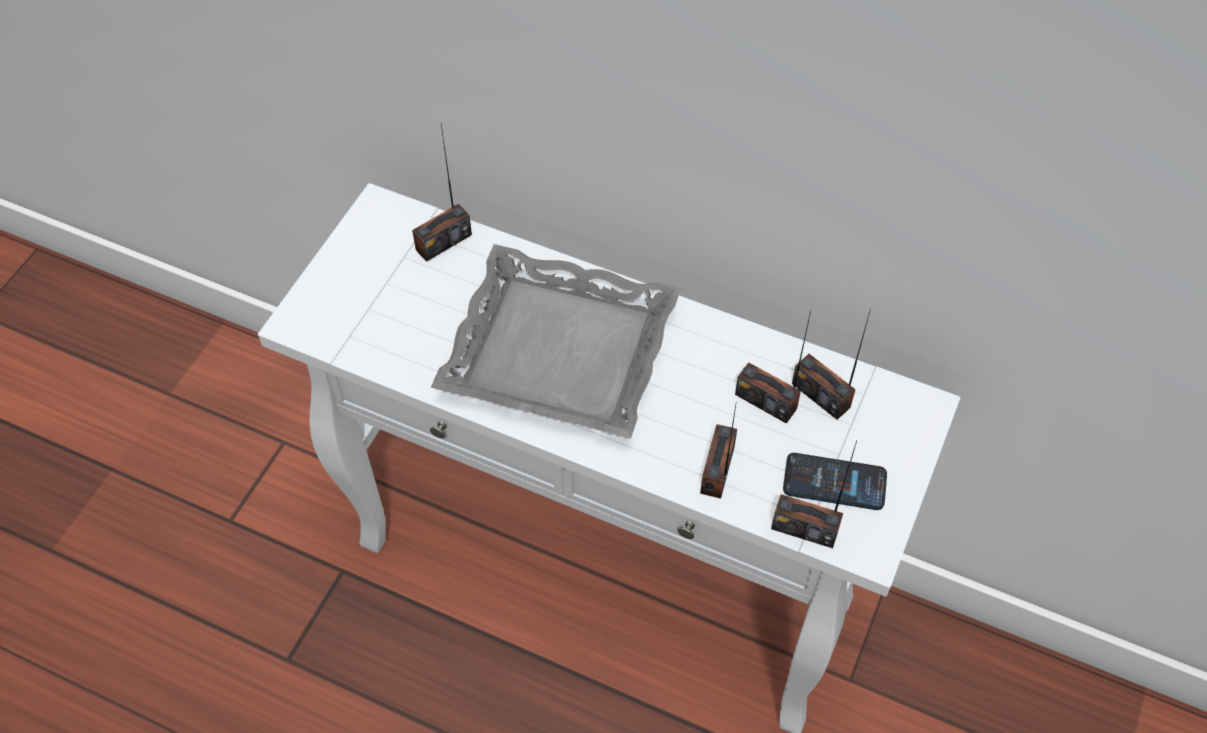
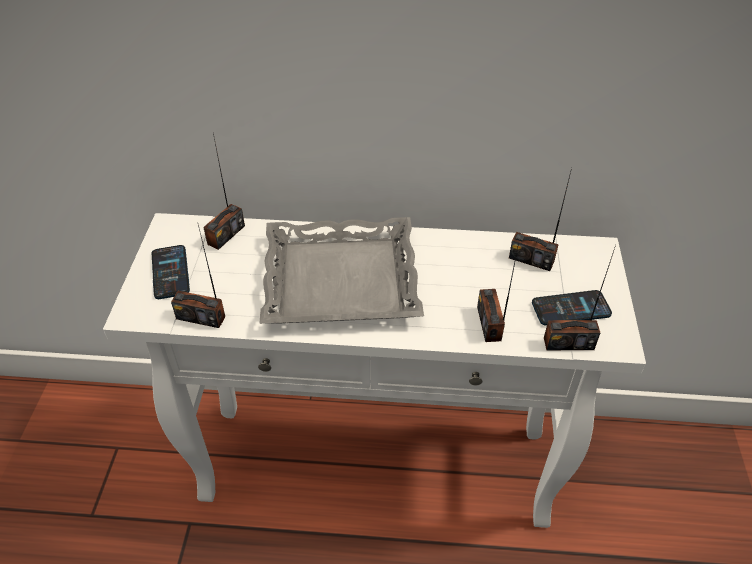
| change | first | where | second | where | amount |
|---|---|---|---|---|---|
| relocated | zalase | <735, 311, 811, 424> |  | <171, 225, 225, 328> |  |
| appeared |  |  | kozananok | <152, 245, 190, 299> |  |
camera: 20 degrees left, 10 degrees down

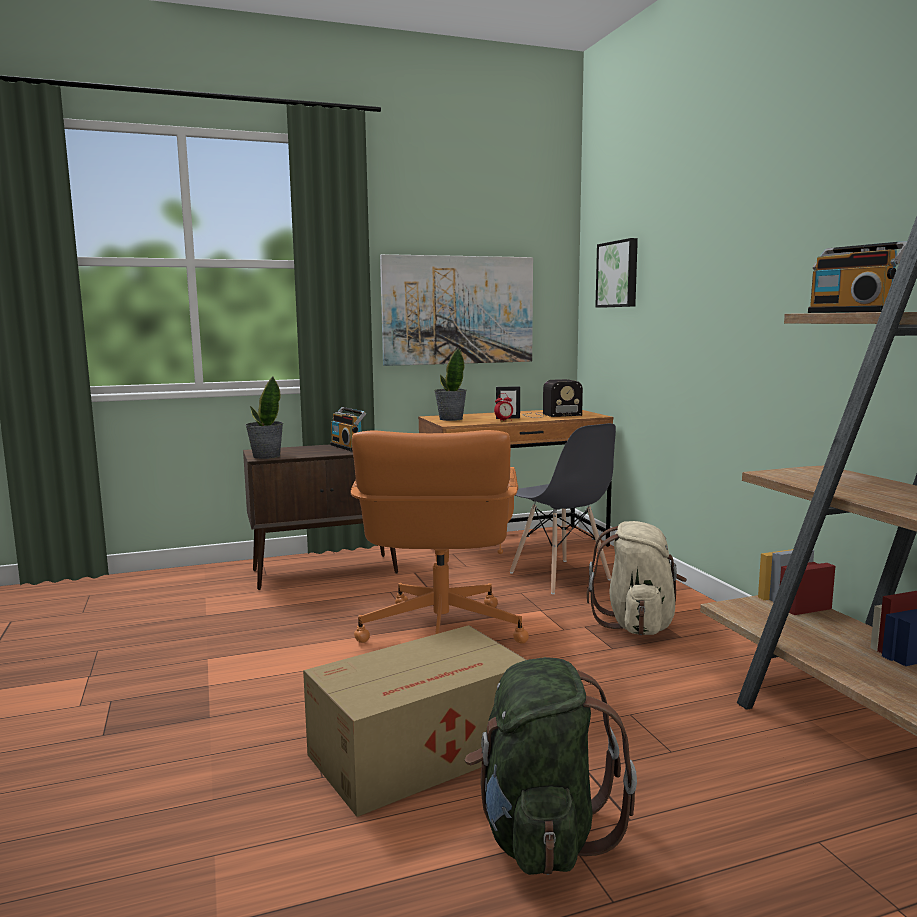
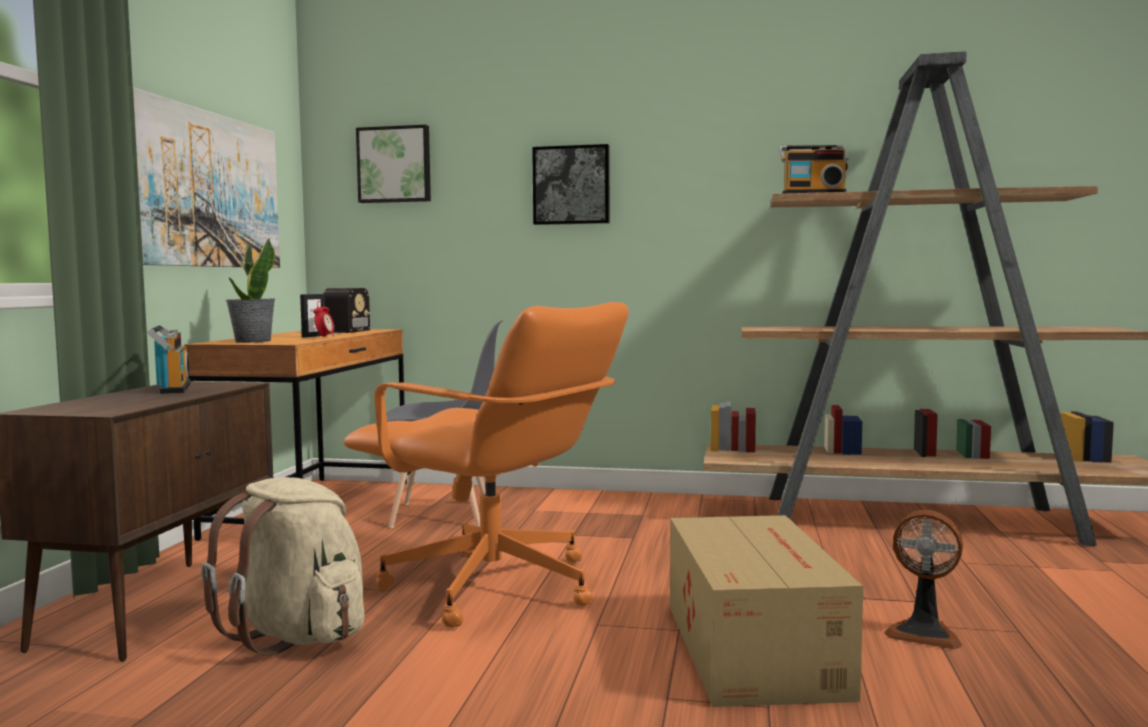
| change | first | where | second | where | amount |
|---|---|---|---|---|---|
| missing | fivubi | <245, 376, 283, 459> |  |  |  |
| spun | zalase | <330, 407, 366, 451> |  | <147, 325, 191, 394> | 105 degrees counterclockwise |
| exchanged | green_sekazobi | <465, 657, 637, 875> | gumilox | <884, 510, 963, 649> |  |
| relocated | beige_sekazobi | <587, 521, 687, 635> |  | <201, 477, 365, 656> |  |
| appeared |  |  | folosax | <532, 144, 610, 225> |  |
camera: 60 degrees left, 5 degrees down

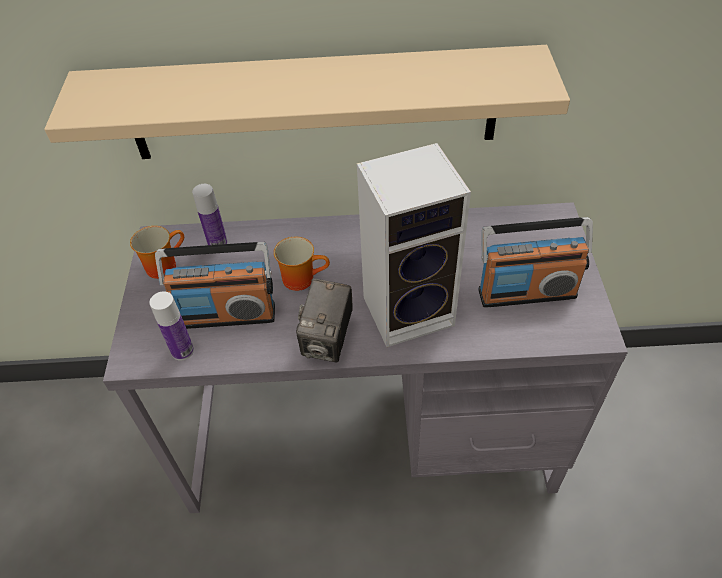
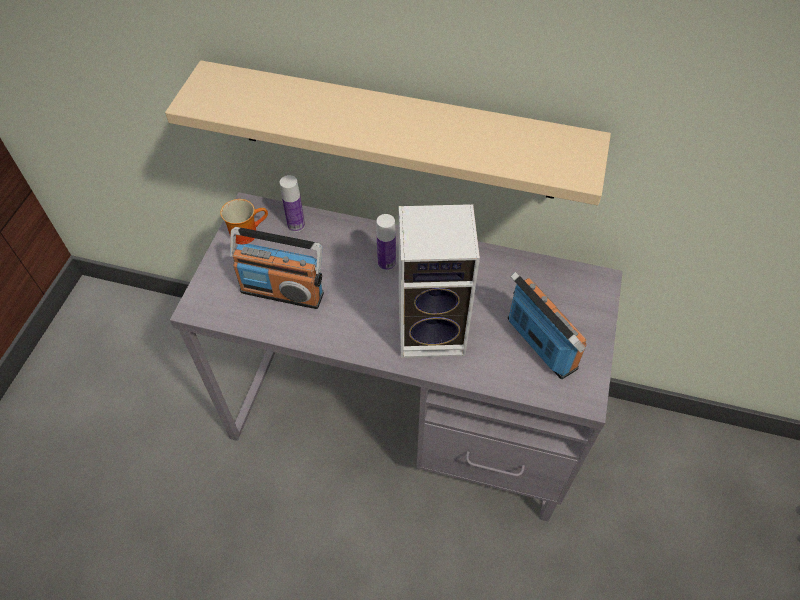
| change | first | where | second | where | amount |
|---|---|---|---|---|---|
| relocated | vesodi | <149, 291, 194, 361> |  | <377, 214, 396, 271> |  |
| missing | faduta | <274, 237, 330, 291> |  |  |  |
| missing | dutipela | <296, 278, 353, 362> |  |  |  |
| spun | zalase | <478, 217, 593, 308> |  | <508, 271, 587, 379> | 135 degrees counterclockwise |
camera: 15 degrees right, 5 degrees up

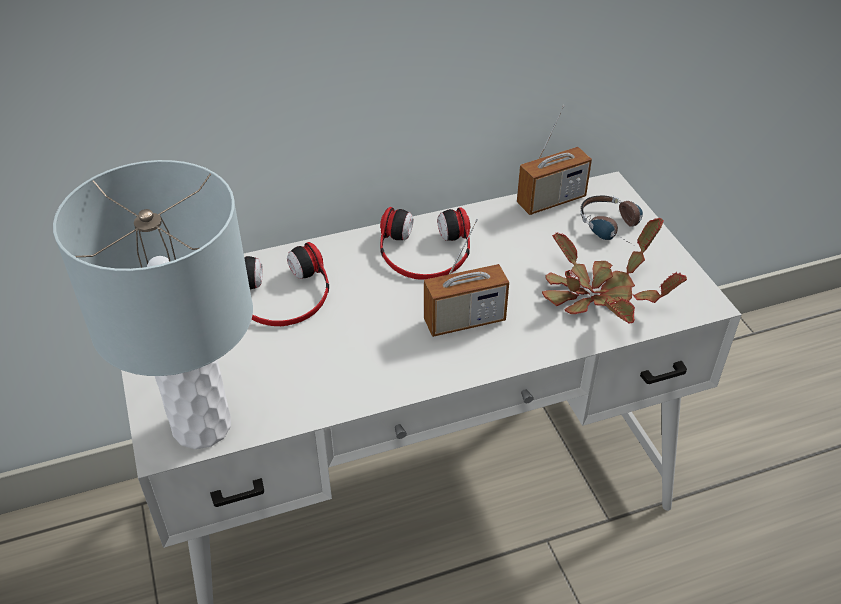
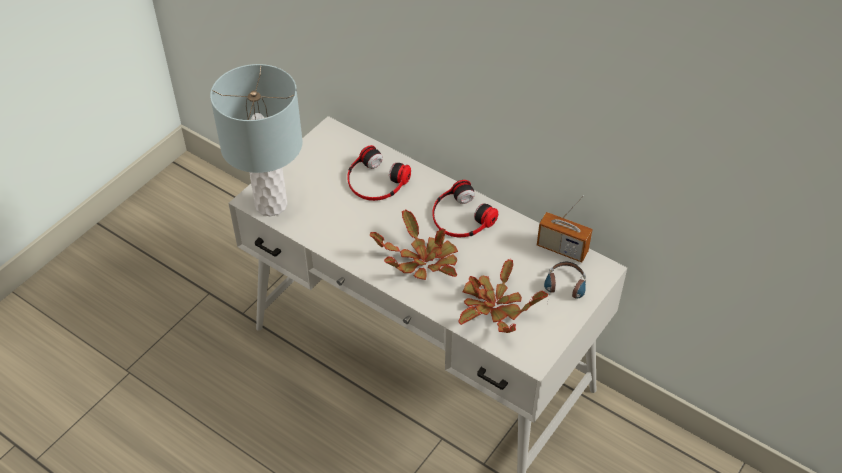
| change | first | where | second | where | amount |
|---|---|---|---|---|---|
| exchanged | zalase | <424, 219, 509, 337> | fivubi | <370, 209, 458, 280> |  |
camera: 55 degrees right, 5 degrees up

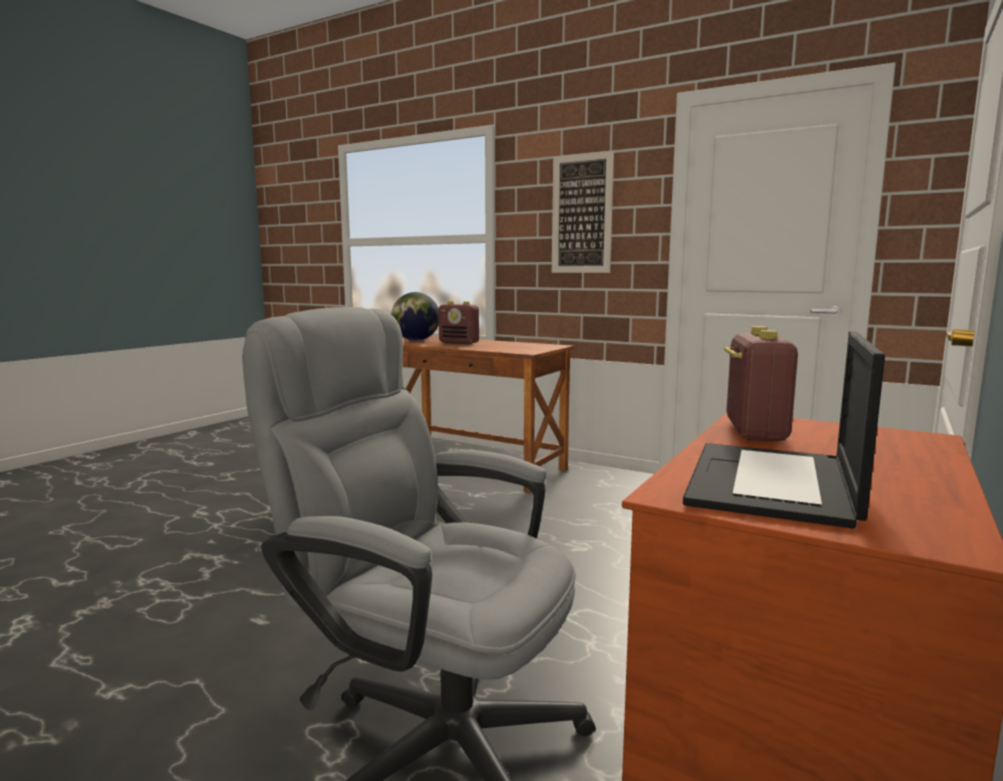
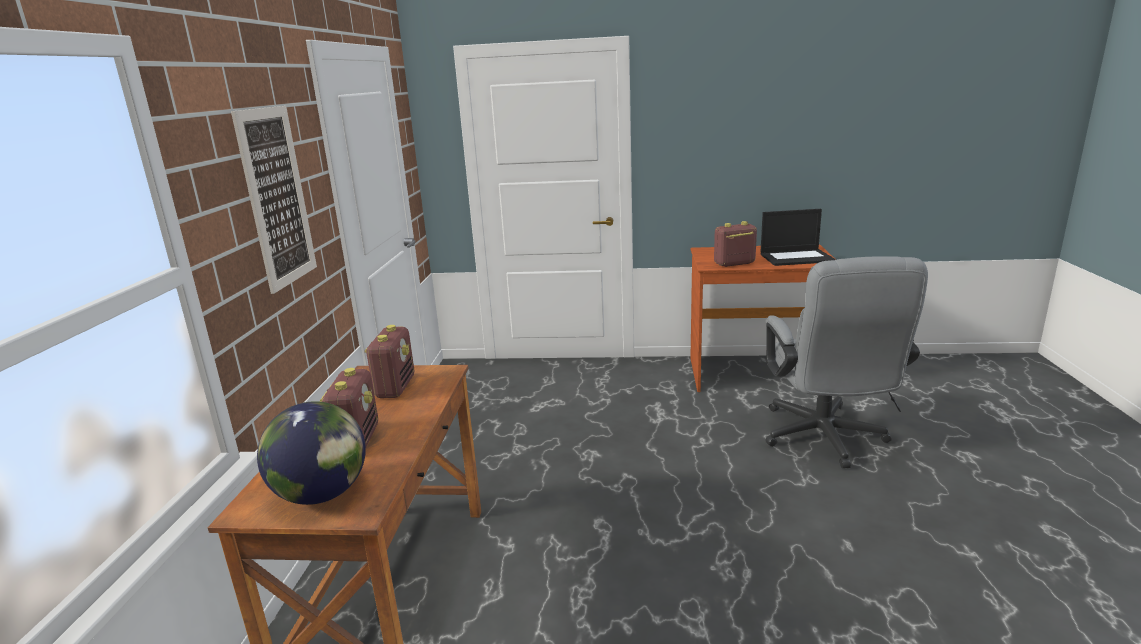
| change | first | where | second | where | amount |
|---|---|---|---|---|---|
| appeared |  |  | zalase | <364, 325, 414, 398> |  |
camera: 115 degrees left, 10 degrees up

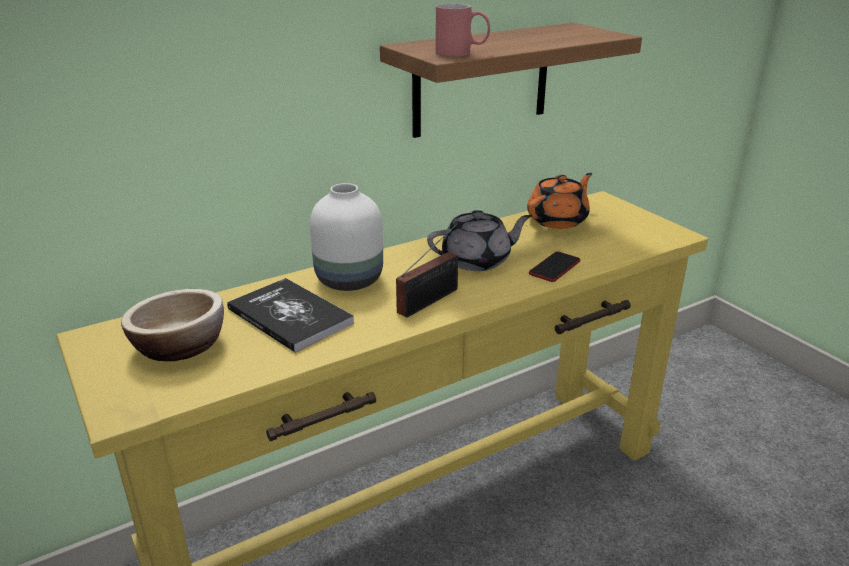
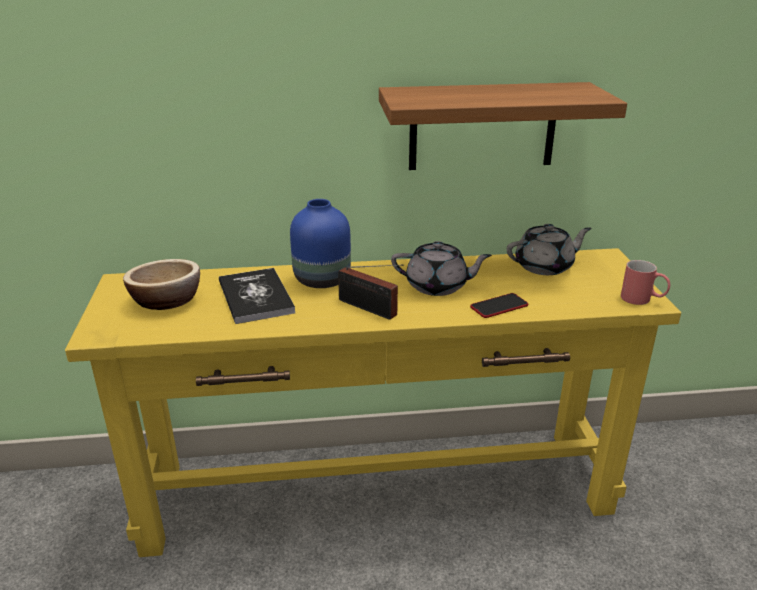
| change | first | where | second | where | amount |
|---|---|---|---|---|---|
| colour | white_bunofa | <310, 183, 383, 291> | blue_bunofa | <290, 199, 351, 288> |  |
| spun | zalase | <396, 223, 459, 318> |  | <338, 264, 403, 320> | 60 degrees clockwise |
| relocated | red_faduta | <435, 4, 490, 57> |  | <621, 260, 670, 305> |  |
| colour | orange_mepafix | <527, 173, 592, 229> | grey_mepafix | <507, 224, 592, 275> |  |
camera: 25 degrees right, 0 degrees up

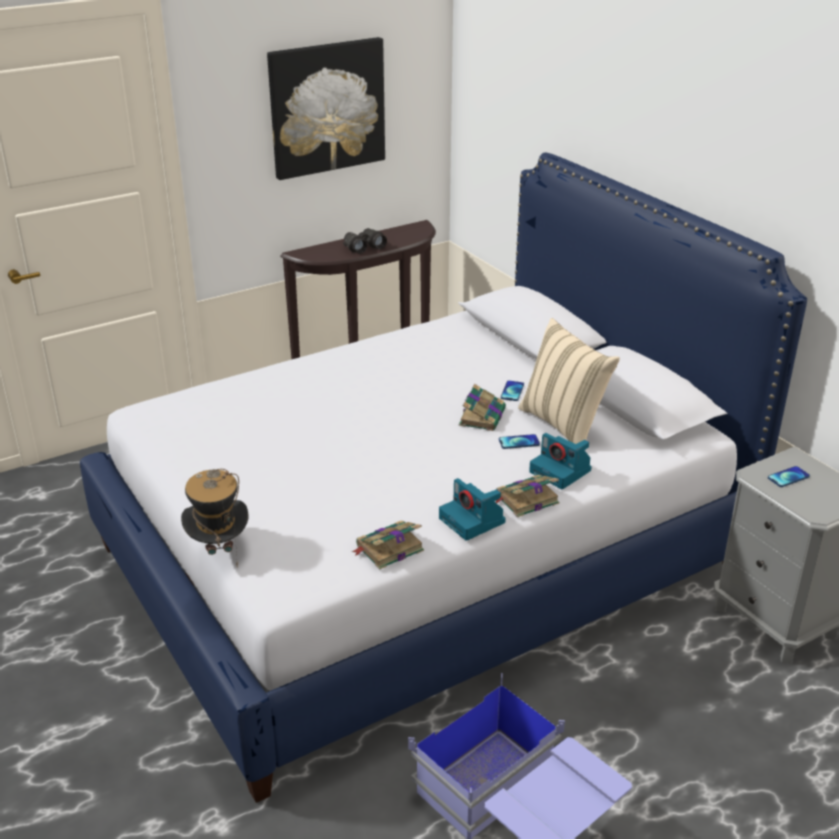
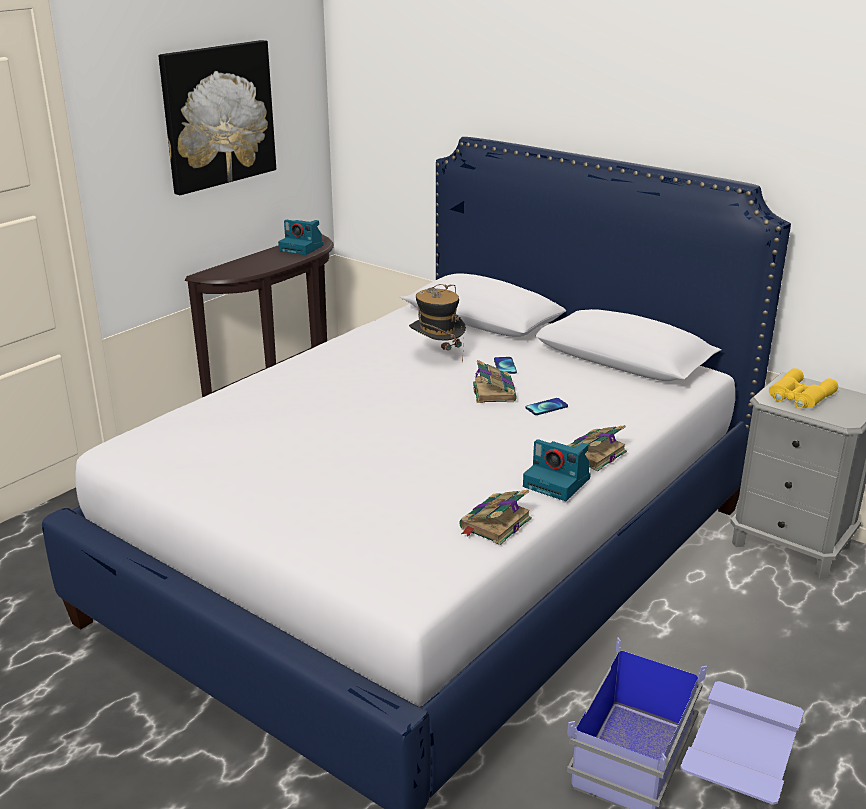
| change | first | where | second | where | amount |
|---|---|---|---|---|---|
| relocated | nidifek | <181, 469, 249, 566> |  | <409, 284, 466, 362> |  |
| missing | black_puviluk | <343, 228, 387, 254> |  |  |  |
| missing | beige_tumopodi | <518, 318, 620, 444> |  |  |  |
| relocated | dutipela | <529, 433, 592, 489> |  | <278, 220, 324, 255> |  |
| exchanged | kozananok | <768, 466, 810, 487> | yellow_puviluk | <769, 368, 838, 409> |  |
camera: 20 degrees left, 5 degrees down

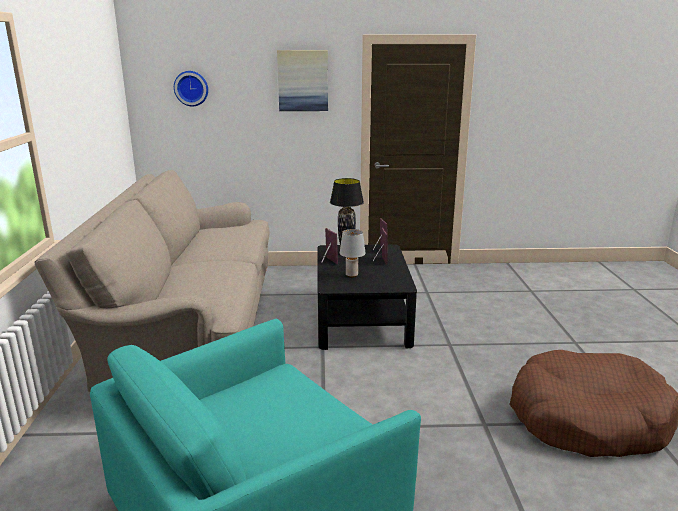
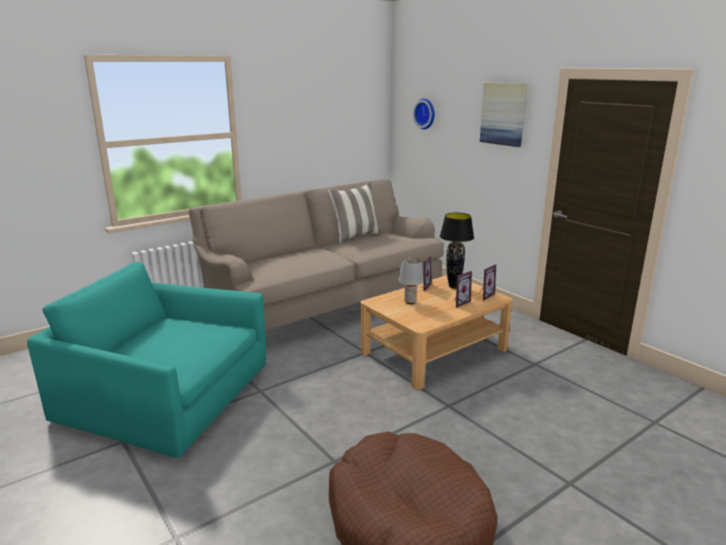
| change | first | where | second | where | amount |
|---|---|---|---|---|---|
| colour | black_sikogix | <318, 244, 417, 350> | beige_sikogix | <361, 275, 513, 389> |  |
| appeared |  |  | tumopodi | <328, 182, 381, 243> |  |
camera: 55 degrees right, 0 degrees up

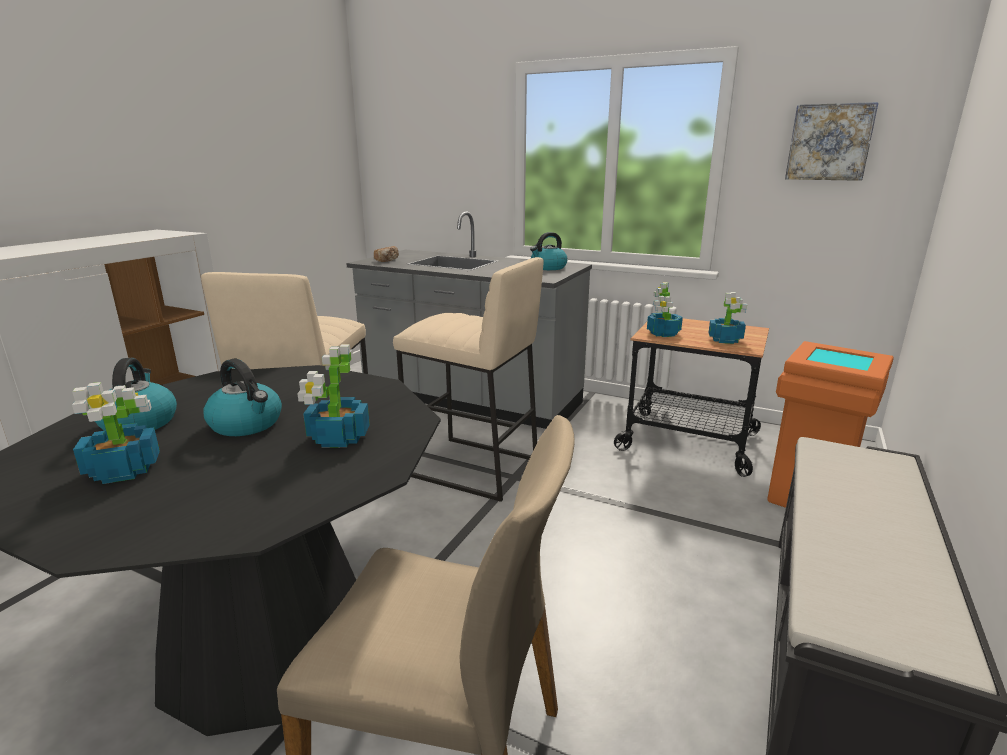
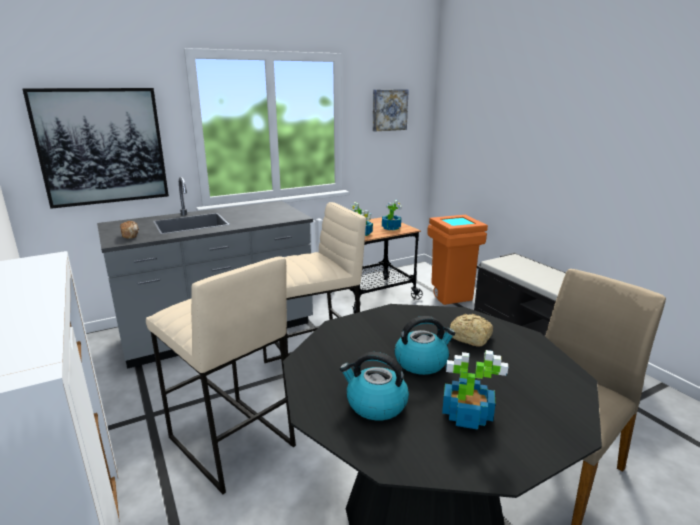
| change | first | where | second | where | amount |
|---|---|---|---|---|---|
| exchanged | fivubi | <297, 344, 370, 447> | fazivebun | <450, 314, 493, 347> |  |
| missing | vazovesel | <530, 232, 568, 270> |  |  |  |
| appeared |  |  | folosax | <23, 88, 169, 209> |  |
camera: 55 degrees left, 0 degrees up

